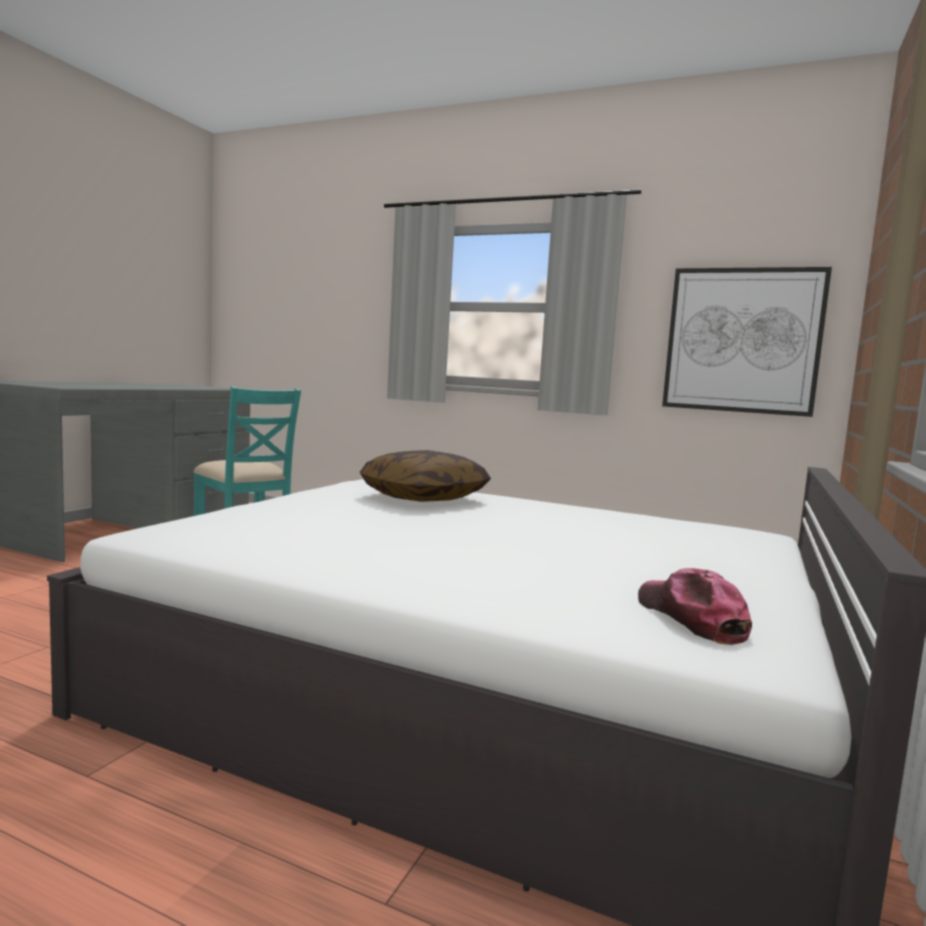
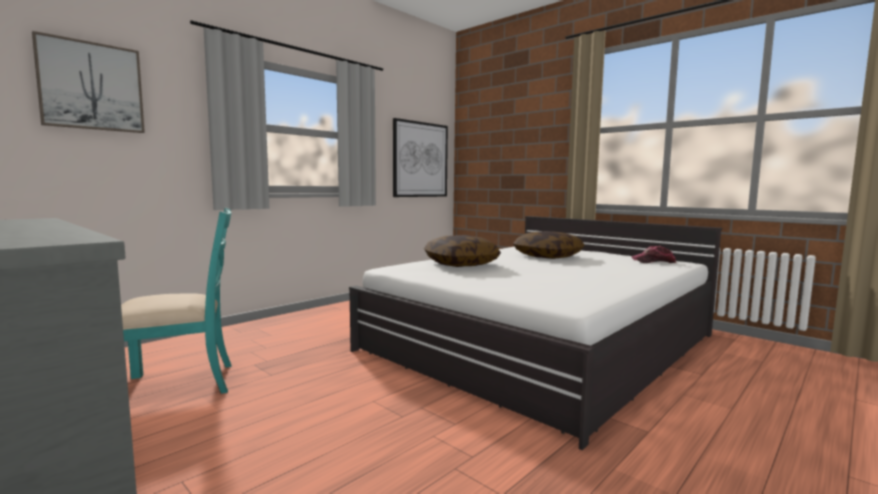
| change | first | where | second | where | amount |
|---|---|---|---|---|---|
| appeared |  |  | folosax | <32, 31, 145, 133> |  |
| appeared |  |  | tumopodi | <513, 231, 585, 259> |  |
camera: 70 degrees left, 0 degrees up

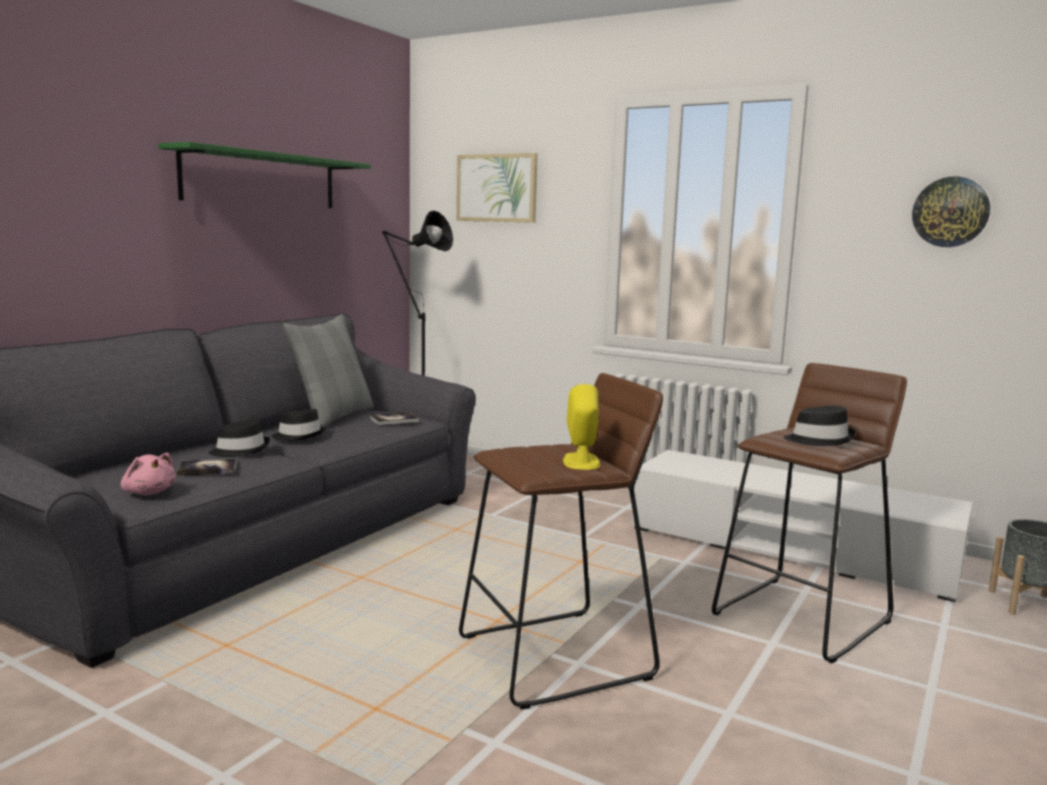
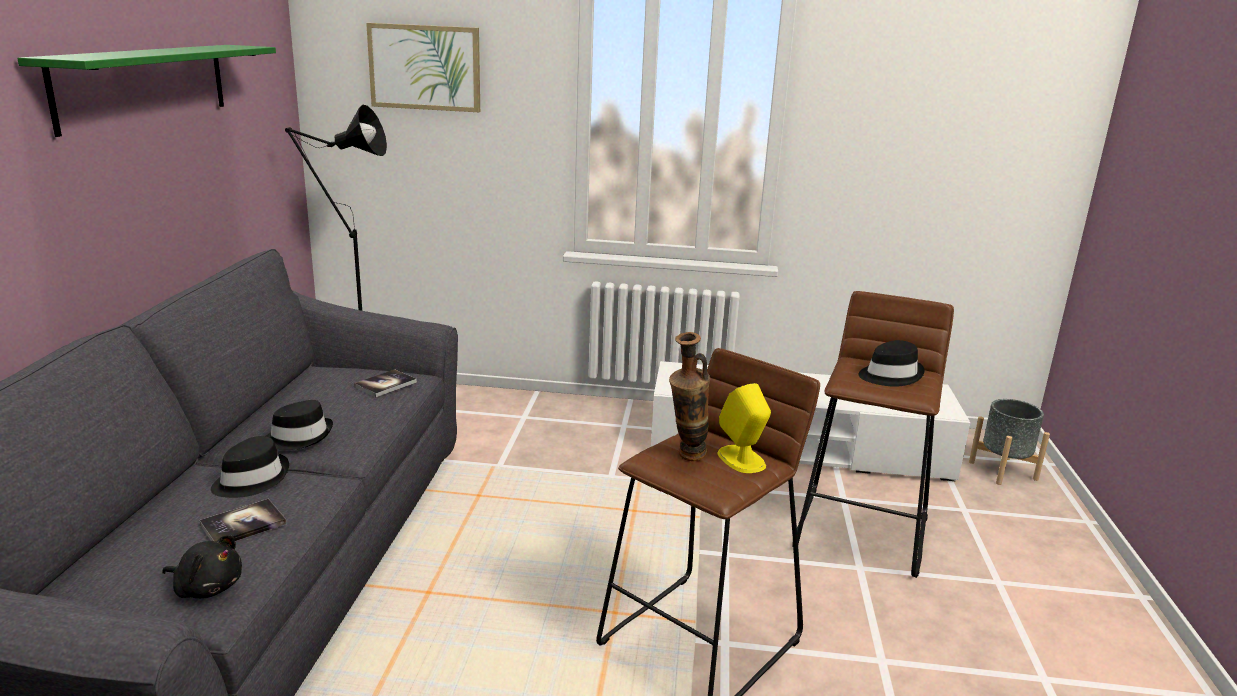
| change | first | where | second | where | amount |
|---|---|---|---|---|---|
| colour | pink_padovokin | <121, 453, 176, 495> | black_padovokin | <162, 535, 242, 598> |  |
| missing | grey_tumopodi | <283, 314, 374, 427> |  |  |  |
| missing | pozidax | <912, 177, 990, 247> |  |  |  |
| appeared |  |  | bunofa | <669, 332, 710, 461> |  |
camera: 25 degrees left, 10 degrees up

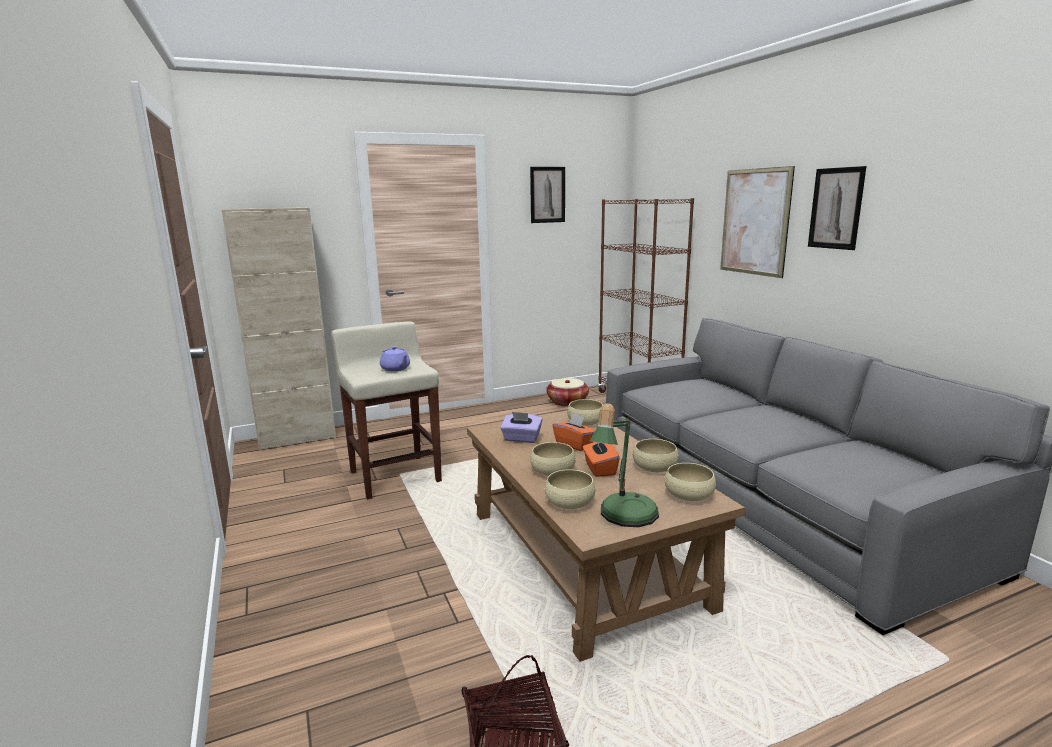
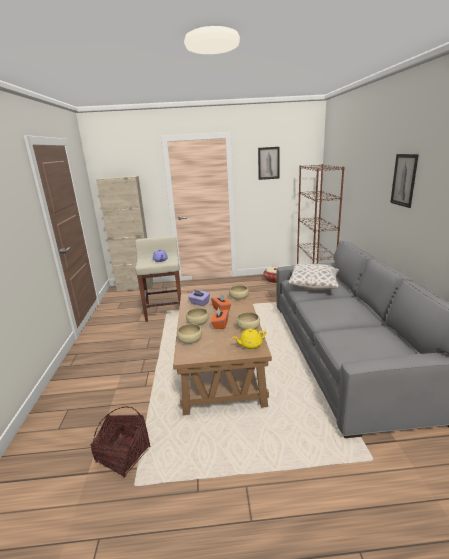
| change | first | where | second | where | amount |
|---|---|---|---|---|---|
| missing | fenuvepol | <590, 403, 659, 527> |  |  |  |
| exchanged | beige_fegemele | <665, 463, 716, 501> | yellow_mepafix | <233, 329, 266, 349> |  |
| missing | folosax | <720, 166, 795, 278> |  |  |  |
| appeared |  |  | tumopodi | <288, 264, 339, 290> |  |
camera: 20 degrees right, 5 degrees up

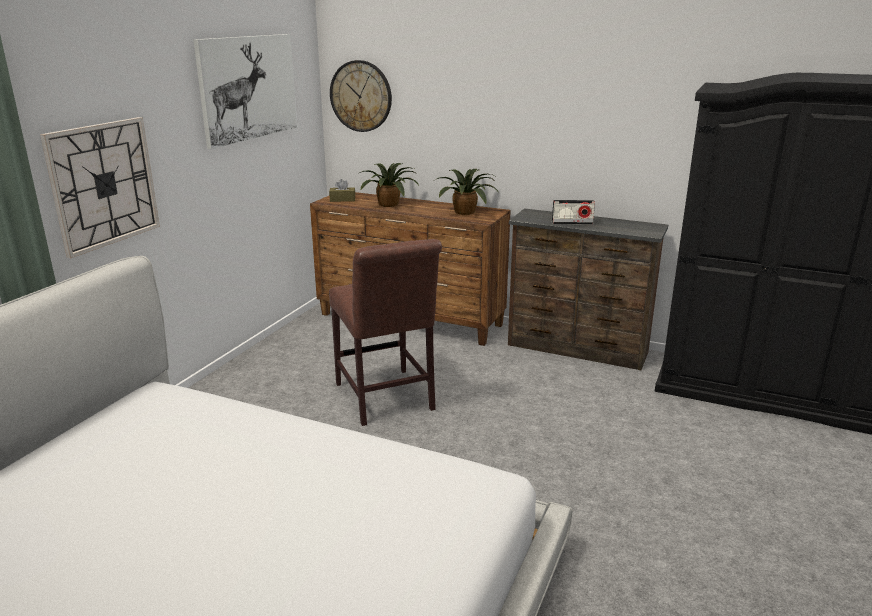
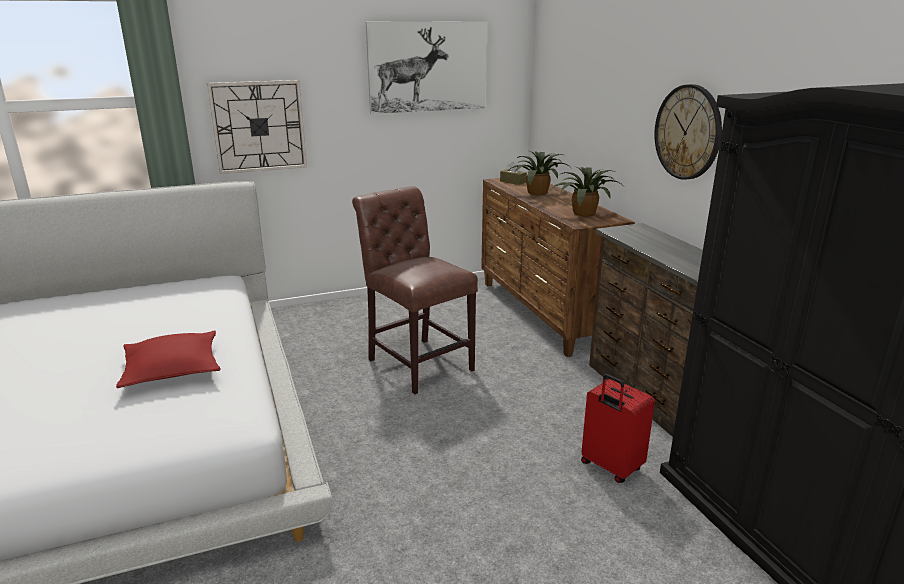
| change | first | where | second | where | amount |
|---|---|---|---|---|---|
| spun | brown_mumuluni | <329, 239, 442, 426> |  | <352, 186, 478, 394> | 120 degrees clockwise |
| relocated | pozidax | <330, 60, 392, 132> |  | <654, 84, 722, 180> |  |
| missing | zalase | <552, 200, 595, 225> |  |  |  |
| appeared |  |  | red_tumopodi | <116, 330, 221, 388> |  |
| appeared |  |  | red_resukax | <581, 374, 655, 483> |  |
camera: 45 degrees right, 0 degrees up

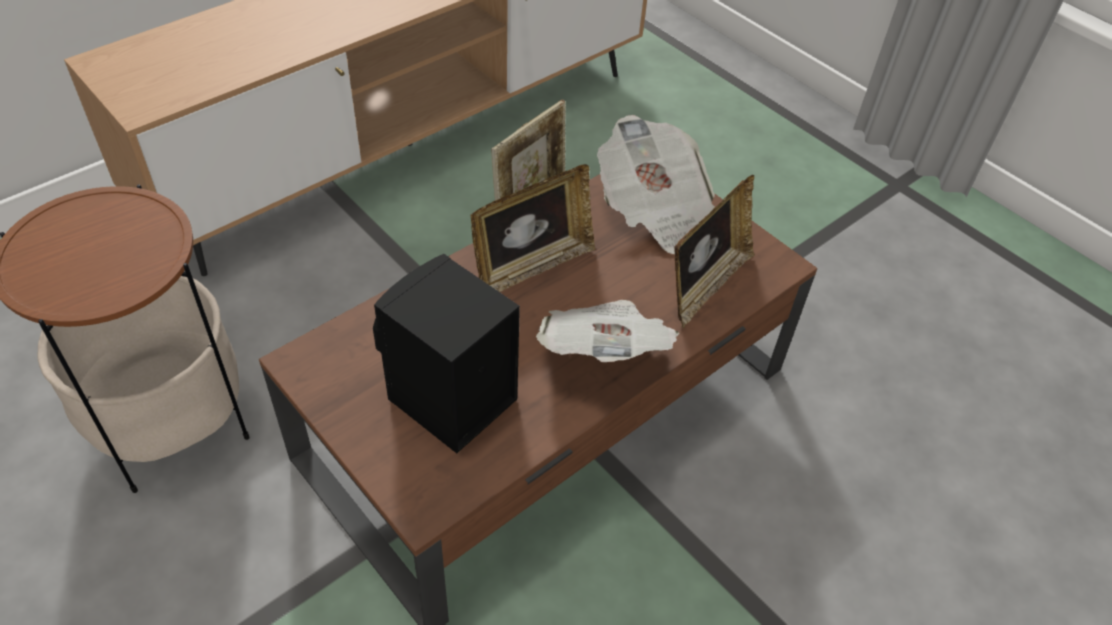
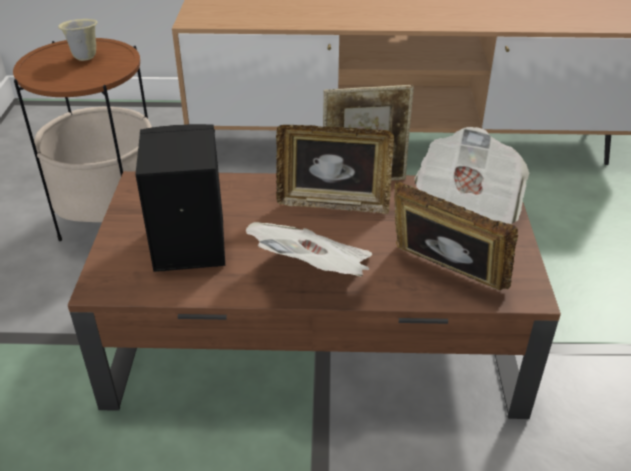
| change | first | where | second | where | amount |
|---|---|---|---|---|---|
| spun | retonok | <674, 175, 755, 328> |  | <394, 180, 518, 291> | 135 degrees counterclockwise |
| appeared |  |  | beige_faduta | <58, 19, 97, 61> |  |
camera: 45 degrees right, 10 degrees down

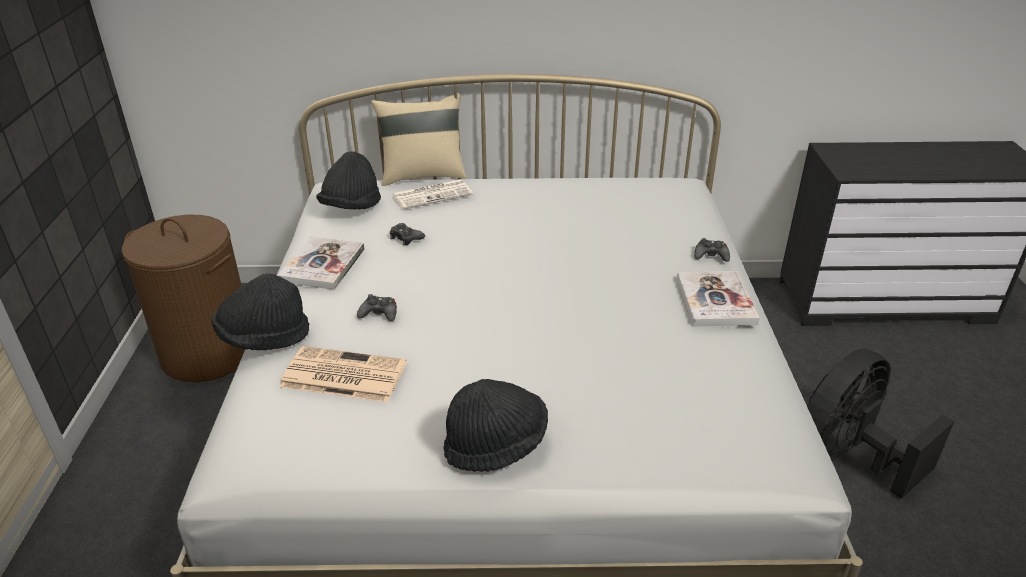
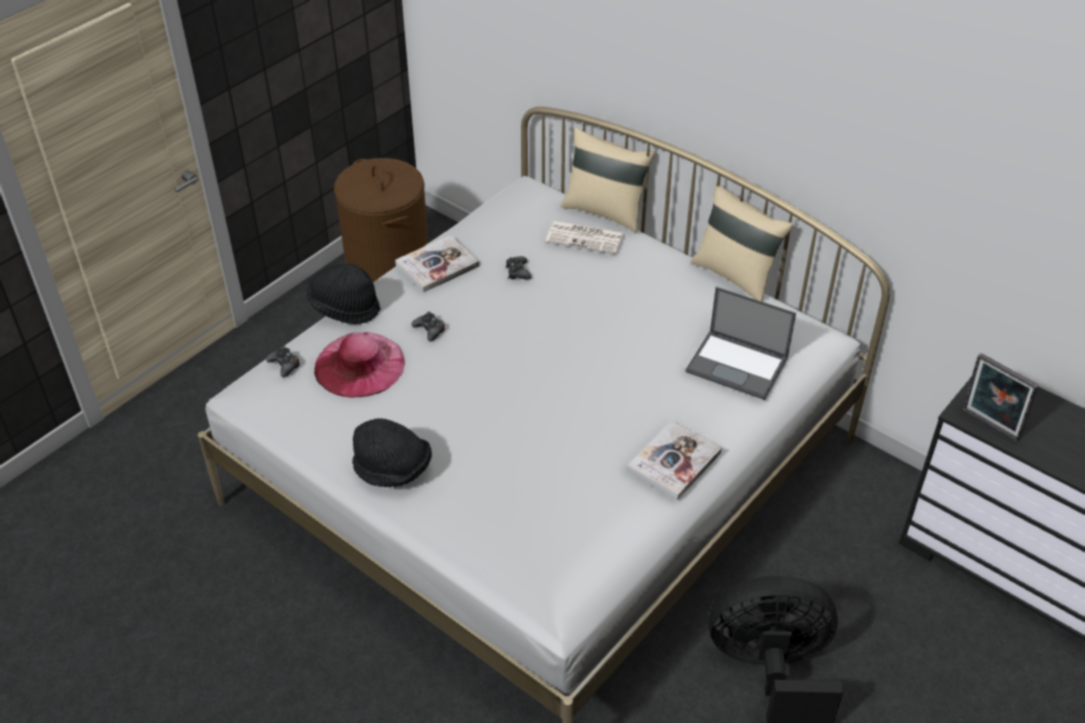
| change | first | where | second | where | amount |
|---|---|---|---|---|---|
| exchanged | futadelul | <280, 346, 406, 402> | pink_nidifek | <314, 332, 405, 397> |  |
| missing | black_nidifek | <316, 151, 381, 210> |  |  |  |
| relocated | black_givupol | <694, 238, 730, 262> |  | <266, 346, 300, 377> |  |
| appeared |  |  | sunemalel | <685, 287, 796, 400> |  |
| appeared |  |  | beige_tumopodi | <691, 184, 793, 301> |  |
| appeared |  |  | retonok | <963, 353, 1039, 441> |  |
camera: 40 degrees right, 10 degrees up

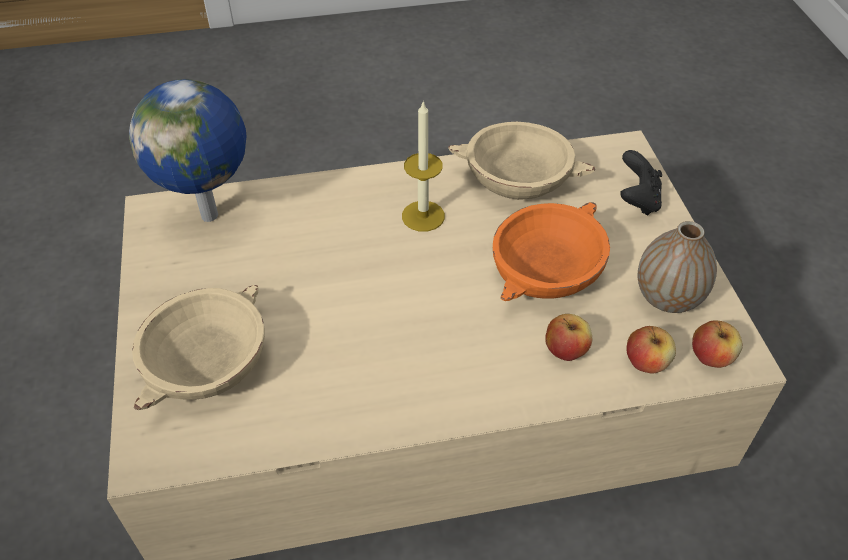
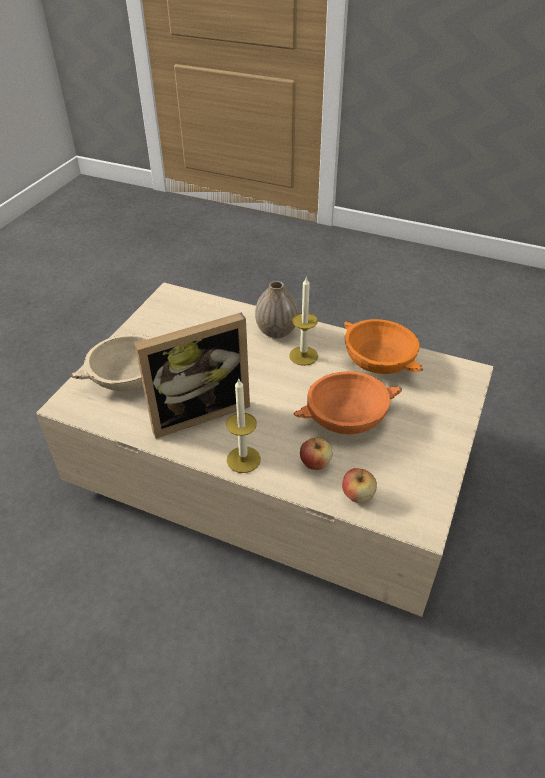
| change | first | where | second | where | amount |
|---|---|---|---|---|---|
| missing | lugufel | <129, 79, 246, 222> |  |  |  |
| colour | beige_fegemele | <448, 121, 595, 200> | orange_fegemele | <344, 319, 423, 374> |  |
| missing | black_givupol | <620, 150, 662, 215> |  |  |  |
| relocated | bunofa | <637, 221, 717, 313> |  | <255, 281, 299, 339> |  |
| missing | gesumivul | <692, 320, 743, 368> |  |  |  |
| appeared |  |  | retonok | <134, 313, 250, 439> |  |
| appeared |  |  | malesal | <226, 378, 261, 473> |  |
camera: 35 degrees right, 5 degrees down

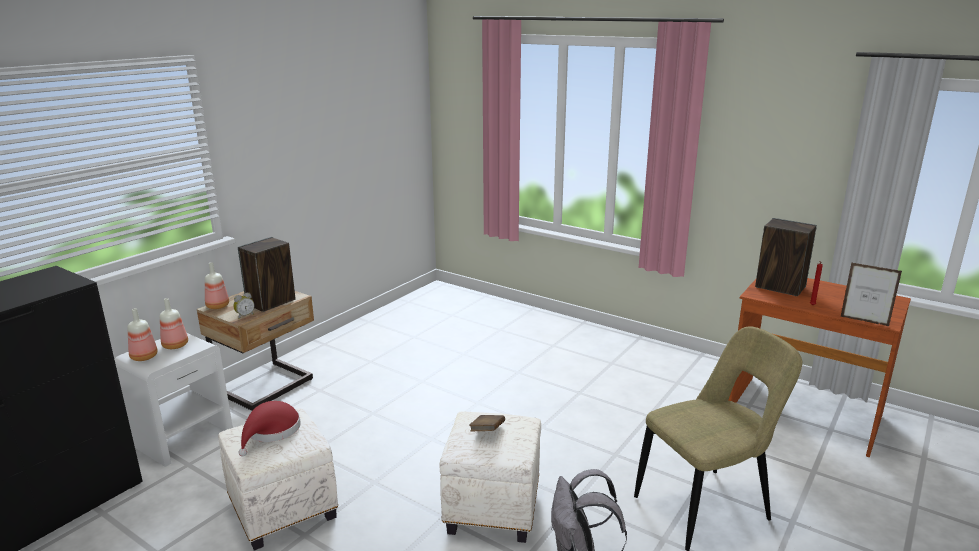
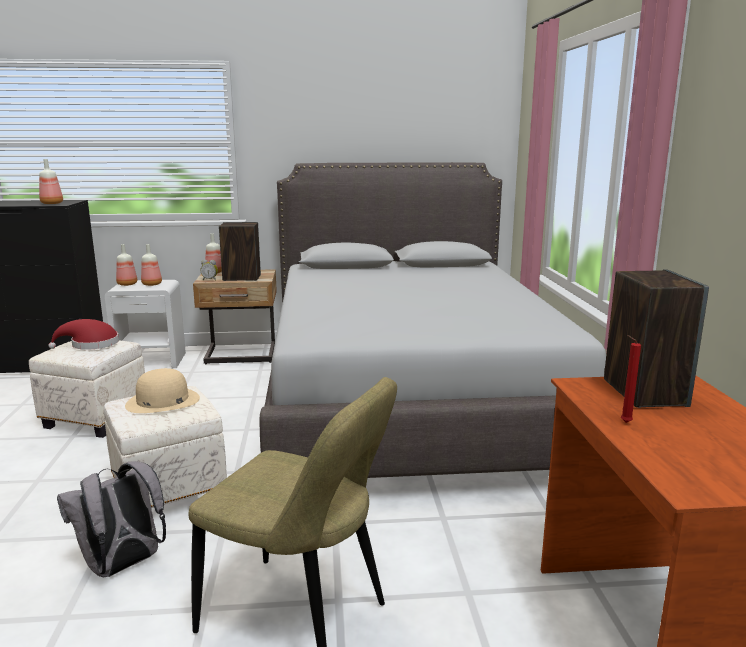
| change | first | where | second | where | amount |
|---|---|---|---|---|---|
| exchanged | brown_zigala | <469, 415, 505, 431> | beige_nidifek | <125, 368, 200, 413> |  |
| missing | retonok | <841, 262, 902, 326> |  |  |  |
| appeared |  |  | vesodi | <39, 159, 63, 204> |  |
| appeared |  |  | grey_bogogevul | <260, 162, 606, 478> |  |
camera: 50 degrees right, 5 degrees down

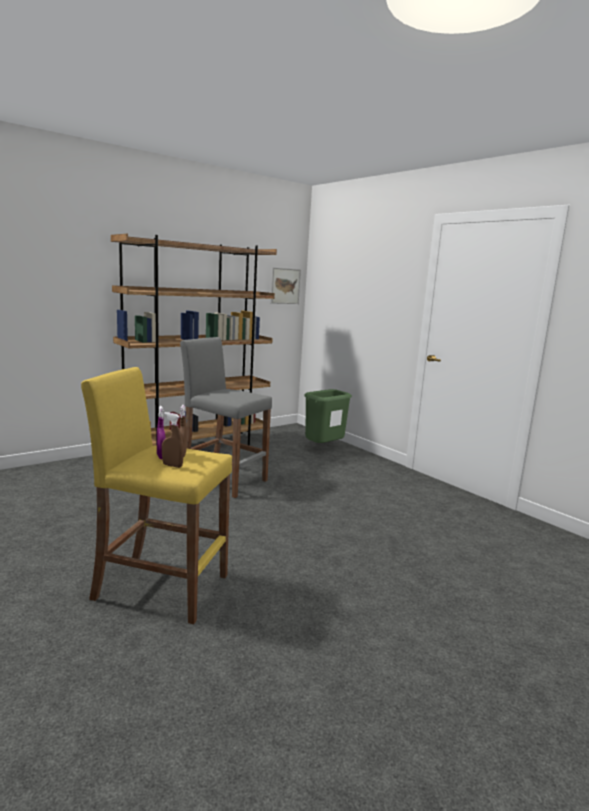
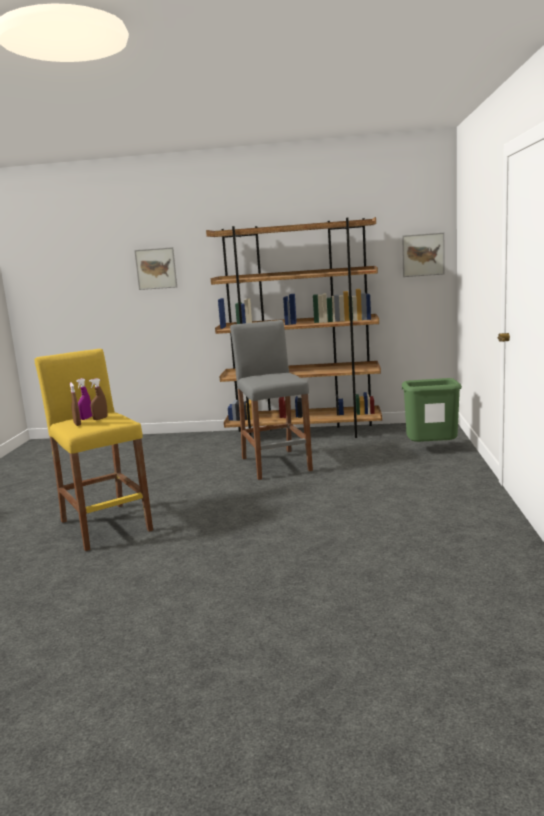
| change | first | where | second | where | amount |
|---|---|---|---|---|---|
| appeared |  |  | folosax | <134, 247, 177, 290> |  |
camera: 45 degrees right, 0 degrees up

